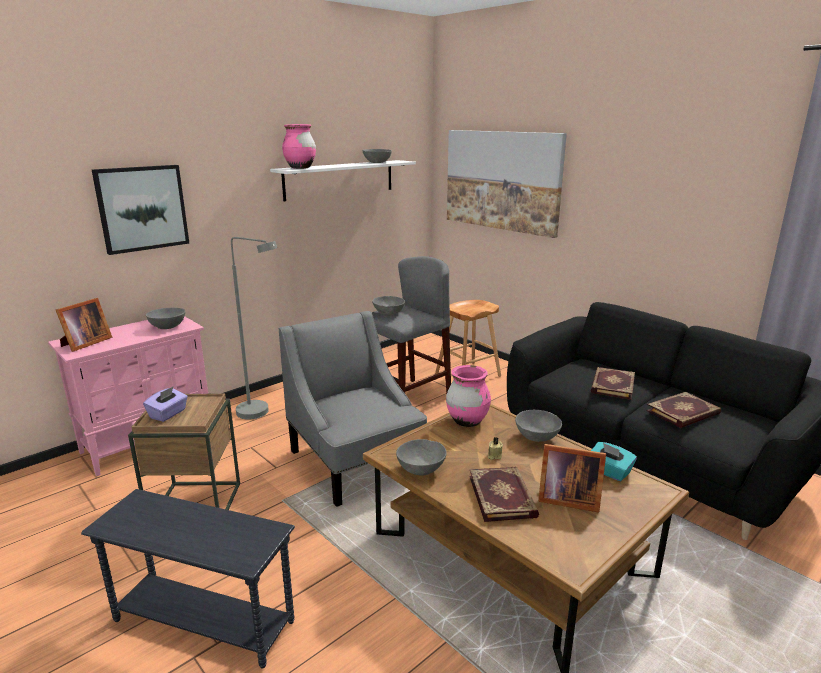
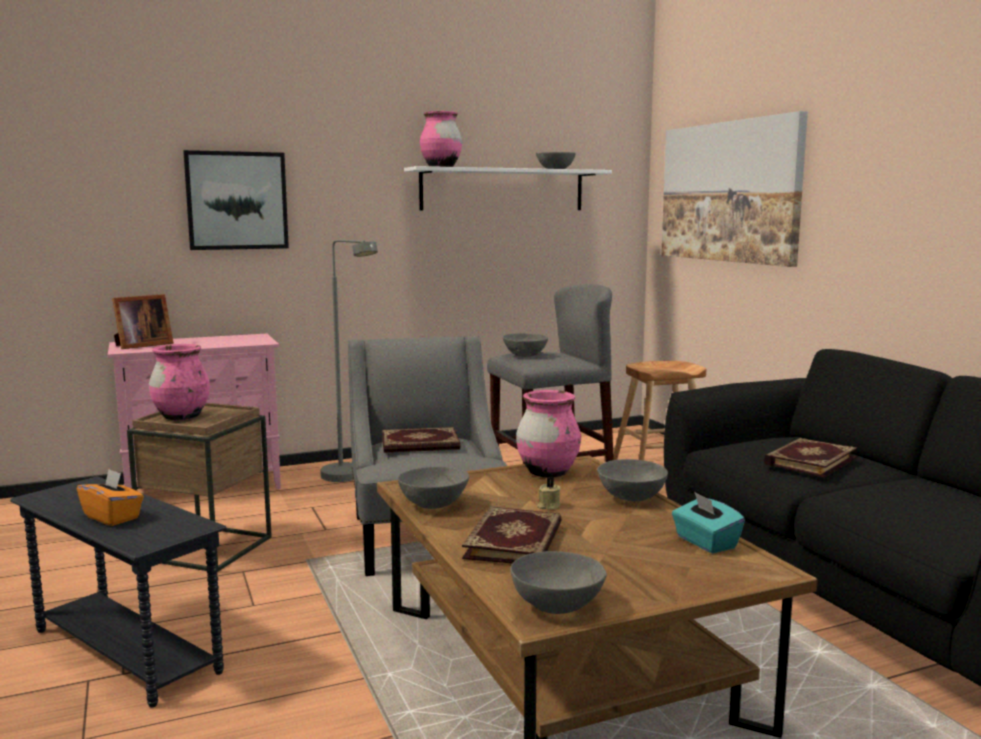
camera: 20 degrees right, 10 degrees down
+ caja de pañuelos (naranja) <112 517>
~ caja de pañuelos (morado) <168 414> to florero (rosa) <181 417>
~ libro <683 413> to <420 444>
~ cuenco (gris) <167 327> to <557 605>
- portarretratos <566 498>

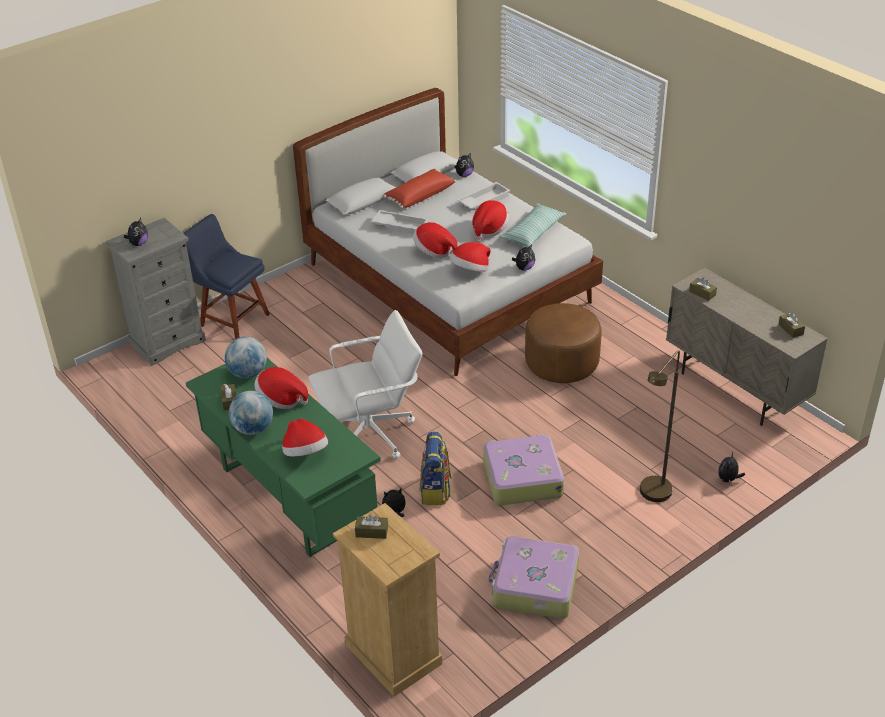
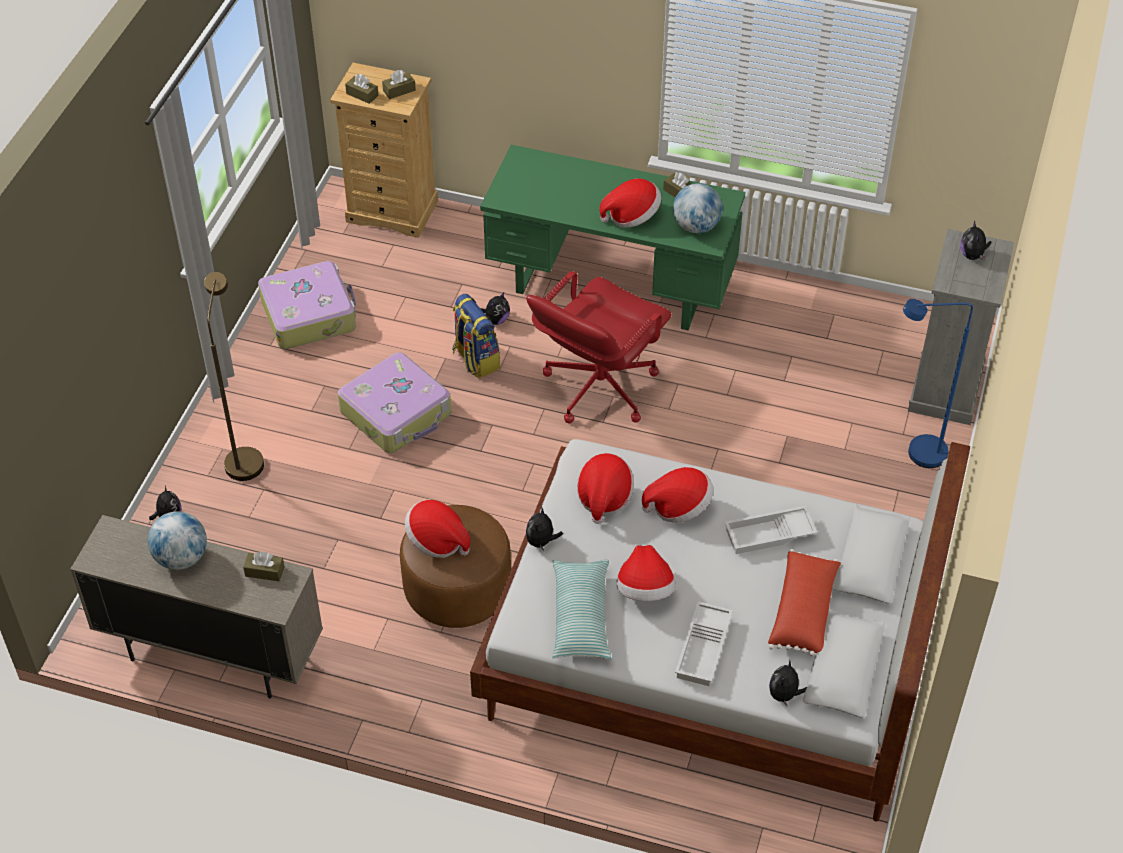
camera: 145 degrees right, 10 degrees up
~ globo terráqueo <253 429> to <181 558>
~ caja de pañuelos (marrón) <790 329> to <362 94>
~ sombrero <305 453> to <437 540>
~ silla de oficina (blanco) <371 434> to silla de oficina (rojo) <598 387>
~ silla (azul) <232 319> to lámpara de pie (azul) <916 455>

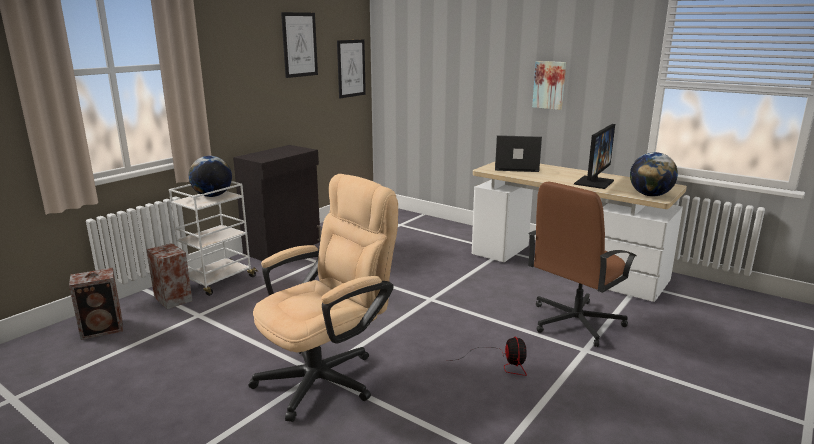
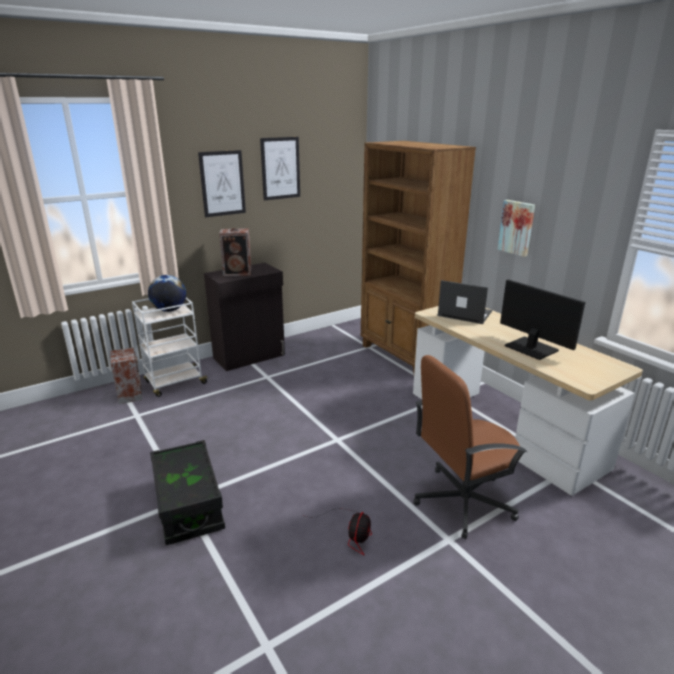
camera: 20 degrees right, 5 degrees up
~ silla de oficina (beis) <327 376> to caja de almacenaje (negro) <189 506>
~ cuadro <351 68> to <222 183>
~ altavoz <103 329> to <238 272>
+ estantería (marrón) <404 356>
~ monitor <594 182> = <531 348> 90 degrees counterclockwise
- globo terráqueo <650 195>

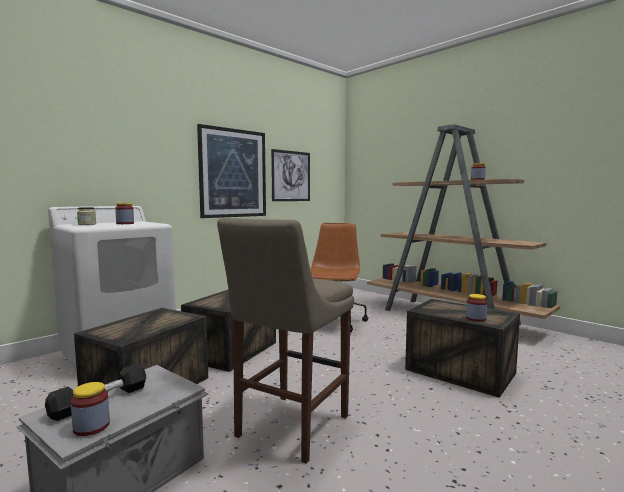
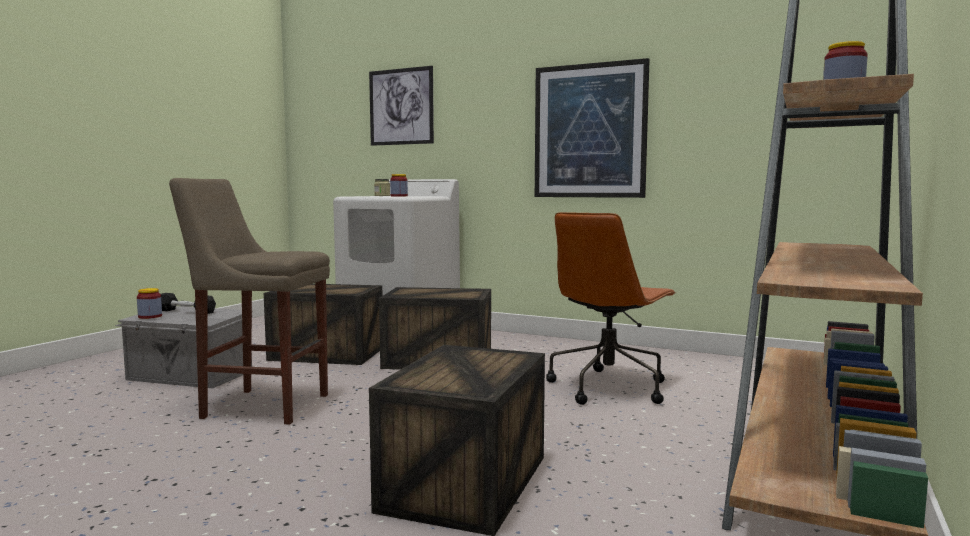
camera: 70 degrees right, 0 degrees up
~ cuadro <291 176> to <401 107>
~ silla de oficina (marrón) <333 322> = <608 387> 135 degrees clockwise
- tarro <476 319>

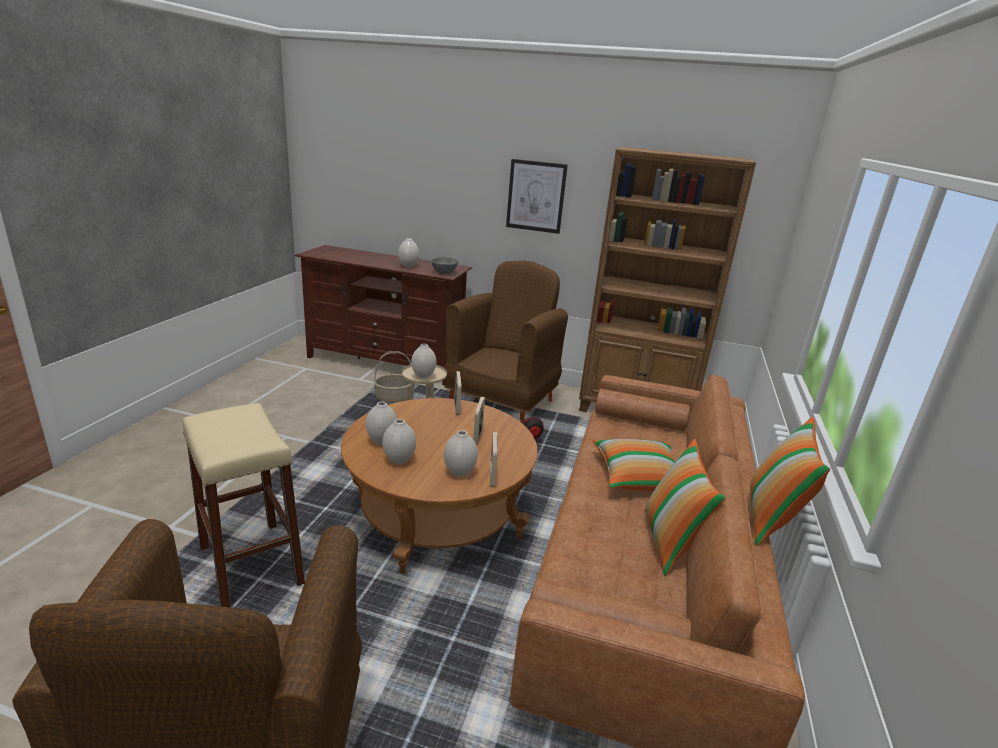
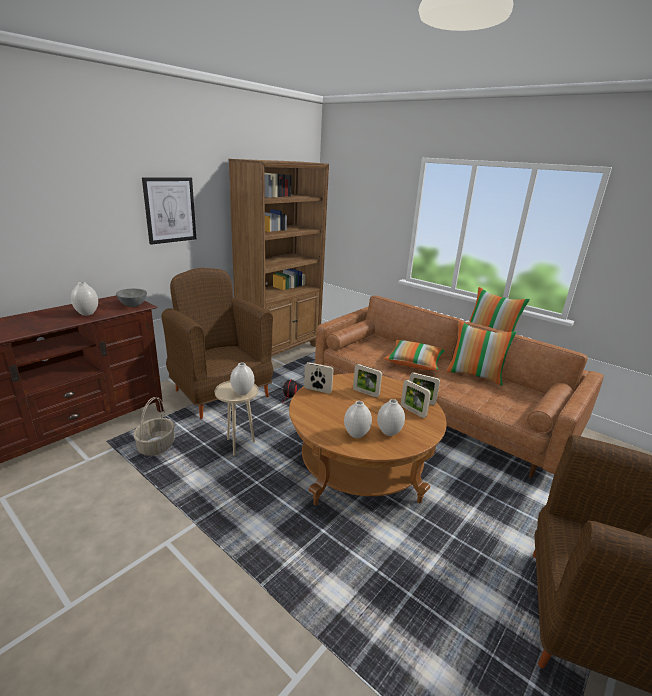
camera: 65 degrees left, 0 degrees up
~ florero (blanco) <460 472> to portarretratos <413 411>
- taburete (beis) <251 565>

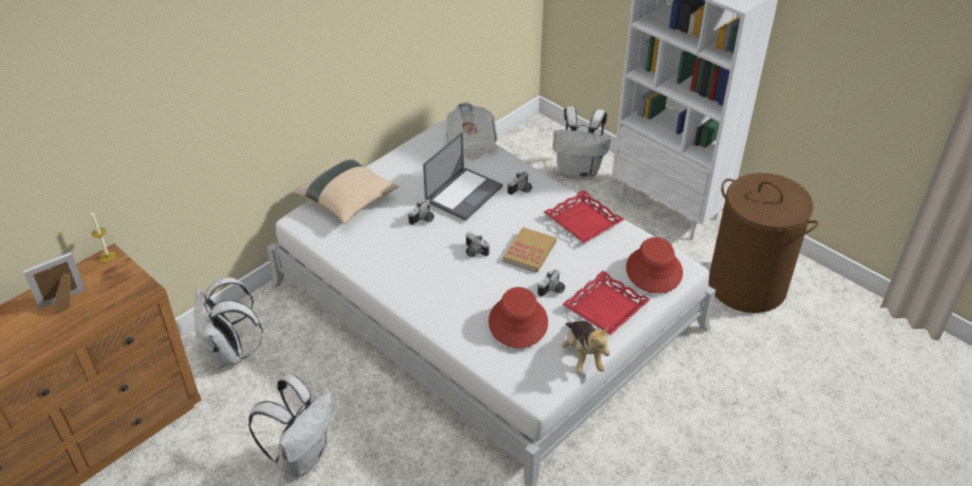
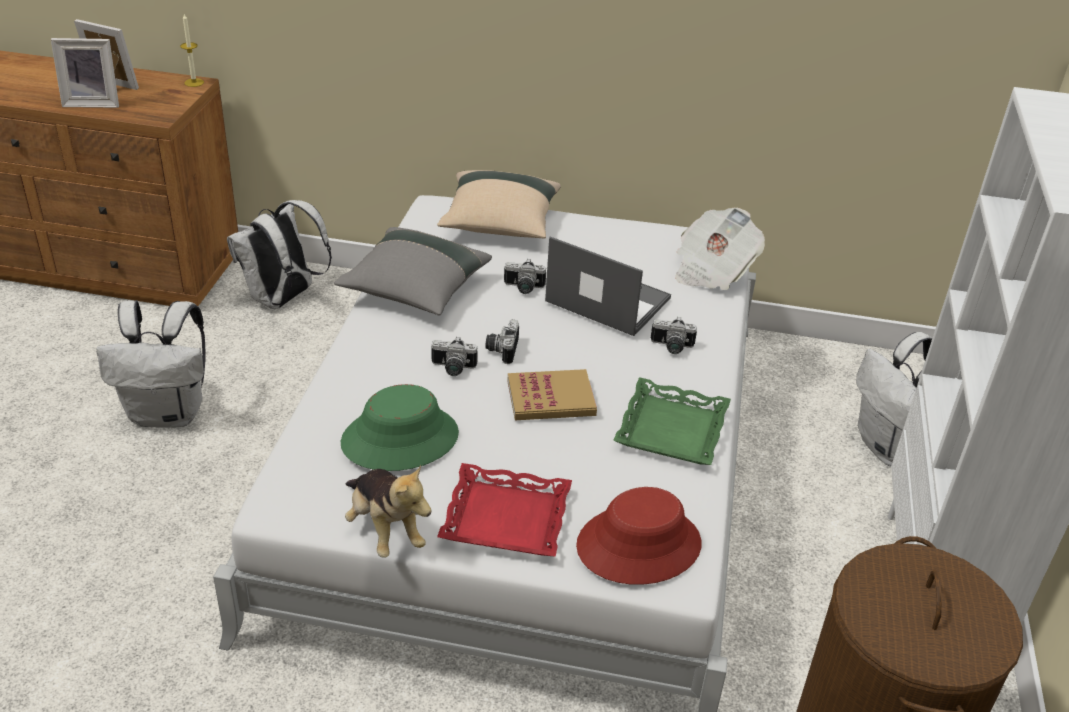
camera: 55 degrees right, 5 degrees down
+ portarretratos <93 102>
+ cojín (gris) <414 290>
~ sombrero (rojo) <517 322> to sombrero (verde) <400 438>
~ peluche <583 356> = <384 529> 75 degrees counterclockwise
~ cámara <553 290> to <452 369>
~ portátil <464 193> = <606 299> 150 degrees counterclockwise
~ bandeja (rojo) <583 221> to bandeja (verde) <672 430>

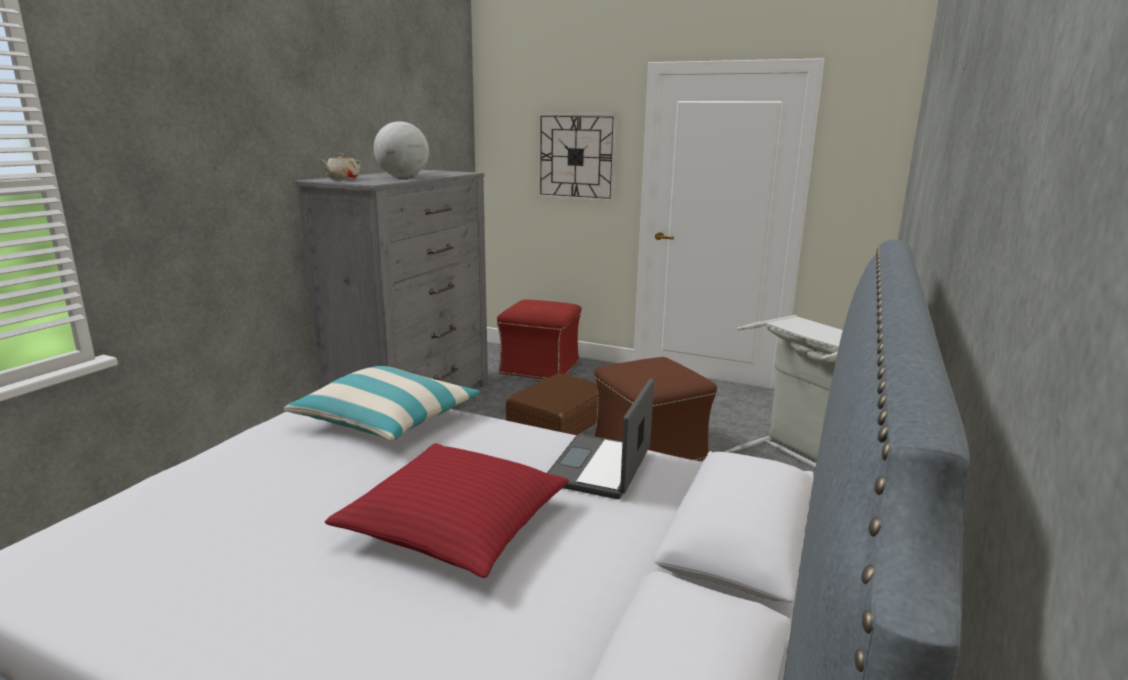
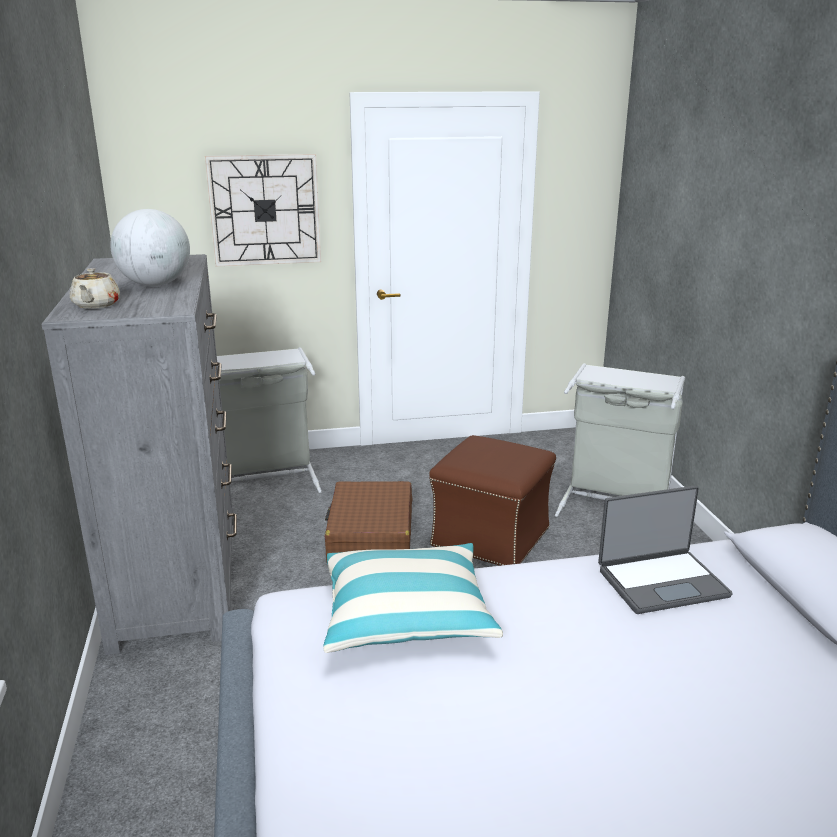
camera: 35 degrees left, 5 degrees up
~ puf (rojo) <540 367> to cesto de la ropa (gris) <267 478>
~ portátil <601 468> = <661 582> 90 degrees counterclockwise
- cojín (rojo) <456 524>

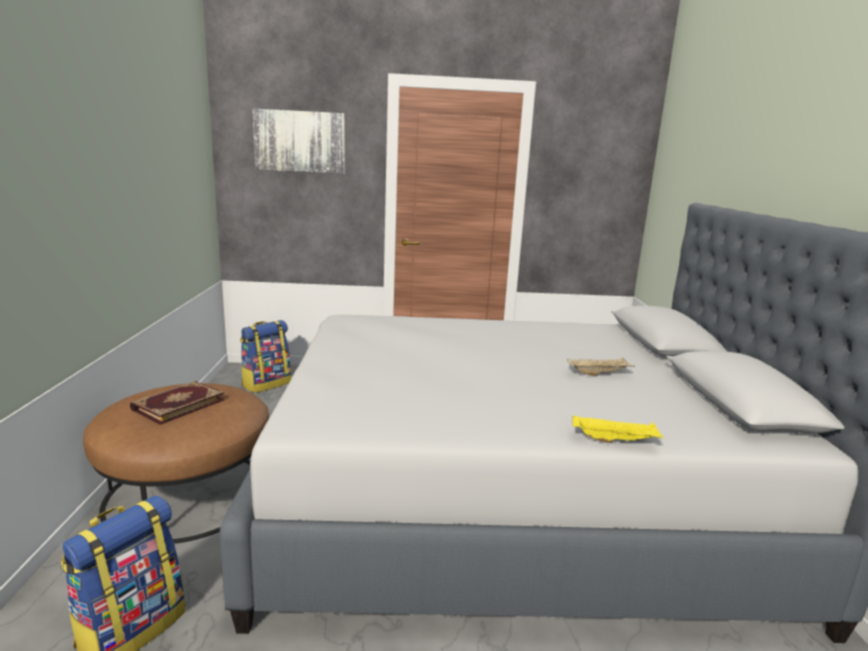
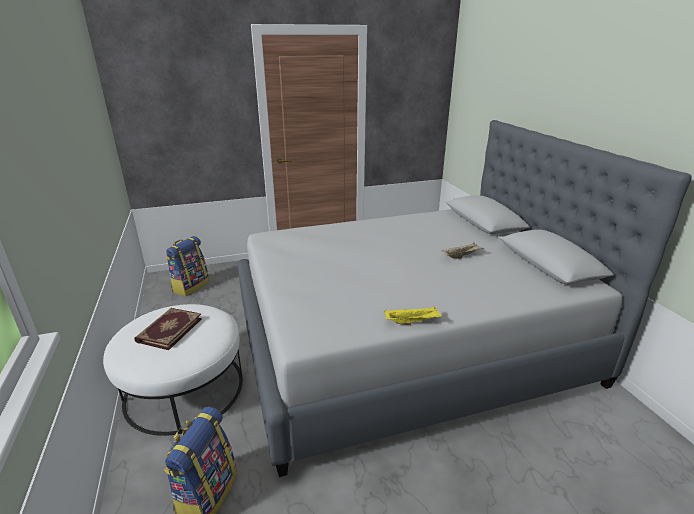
camera: 15 degrees left, 10 degrees up
~ puf (marrón) <188 493> to puf (blanco) <184 389>
~ bandeja (amarillo) <615 440> to <412 322>
- cuadro <300 141>

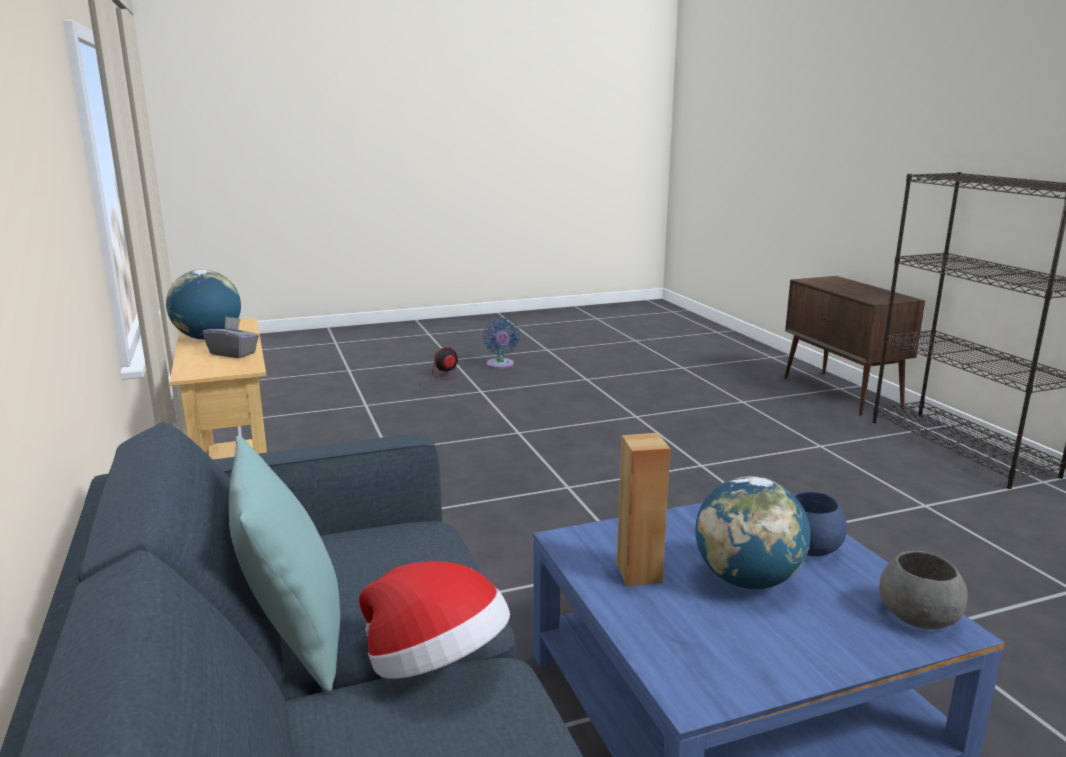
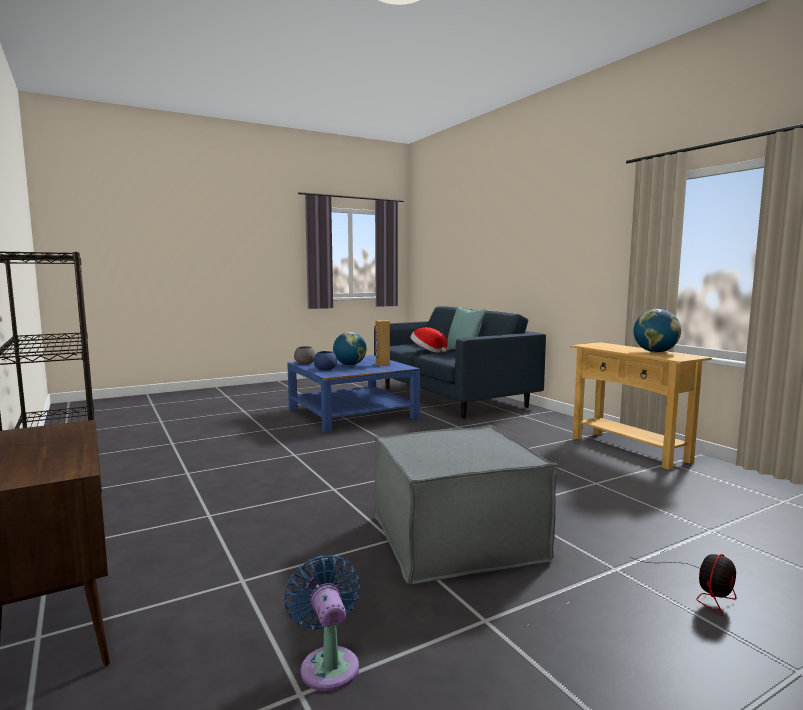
camera: 170 degrees right, 10 degrees down
~ ventilador (azul) <500 365> to <328 664>
+ puf (gris) <455 538>
- caja de pañuelos (gris) <233 353>

